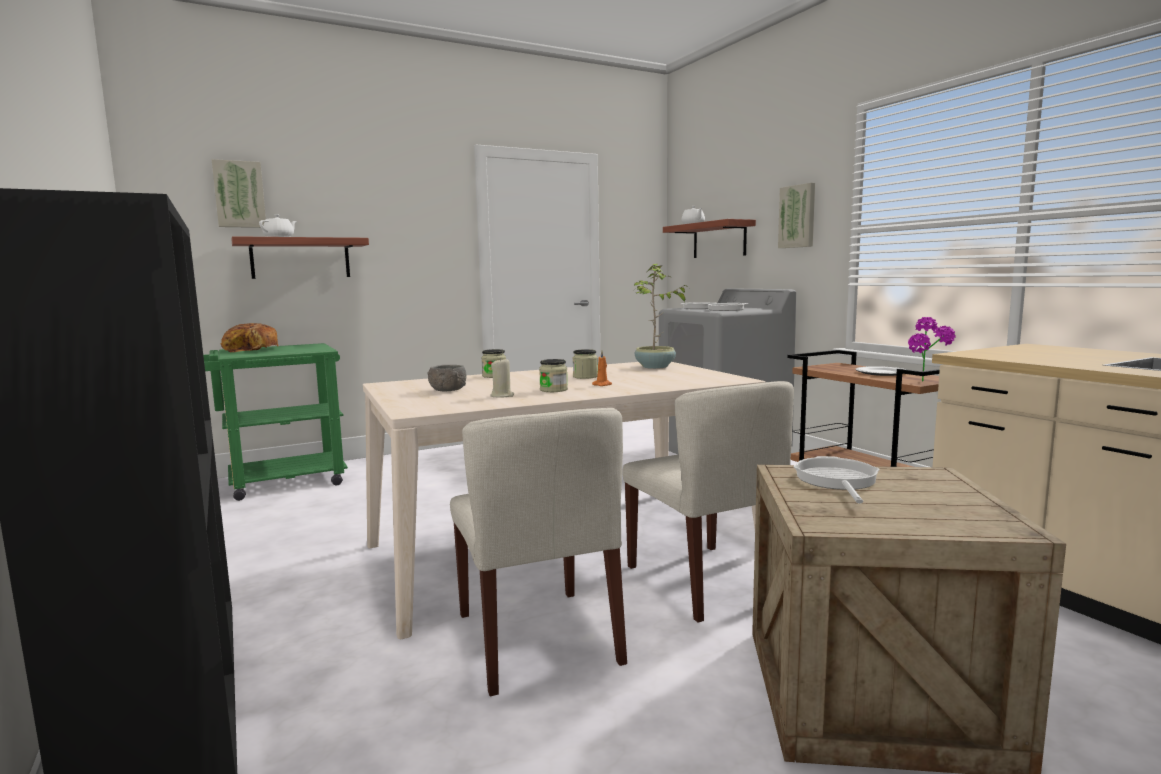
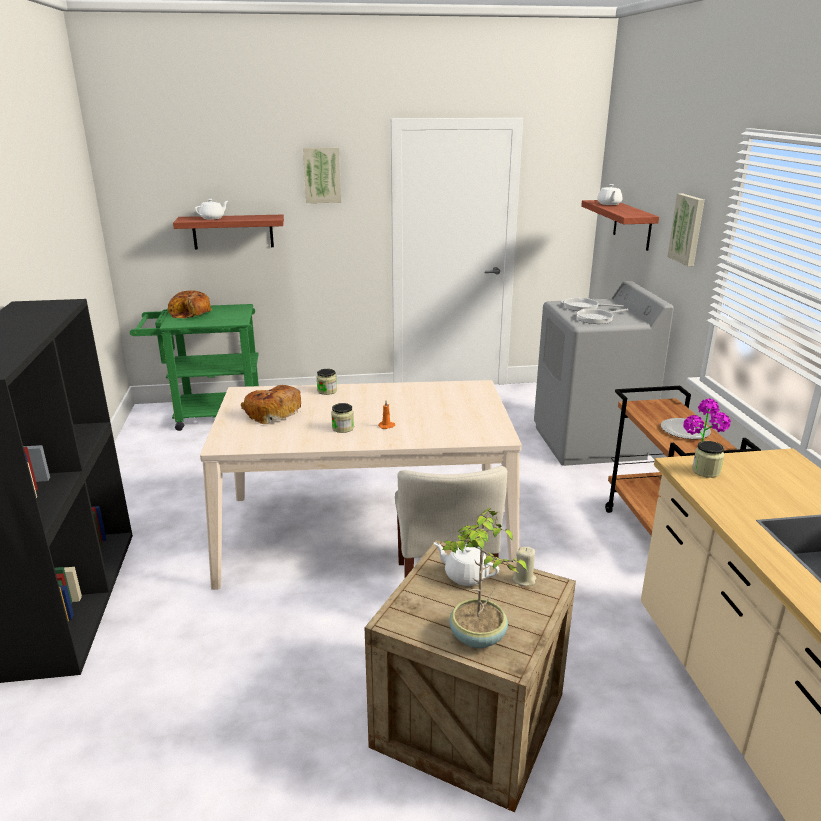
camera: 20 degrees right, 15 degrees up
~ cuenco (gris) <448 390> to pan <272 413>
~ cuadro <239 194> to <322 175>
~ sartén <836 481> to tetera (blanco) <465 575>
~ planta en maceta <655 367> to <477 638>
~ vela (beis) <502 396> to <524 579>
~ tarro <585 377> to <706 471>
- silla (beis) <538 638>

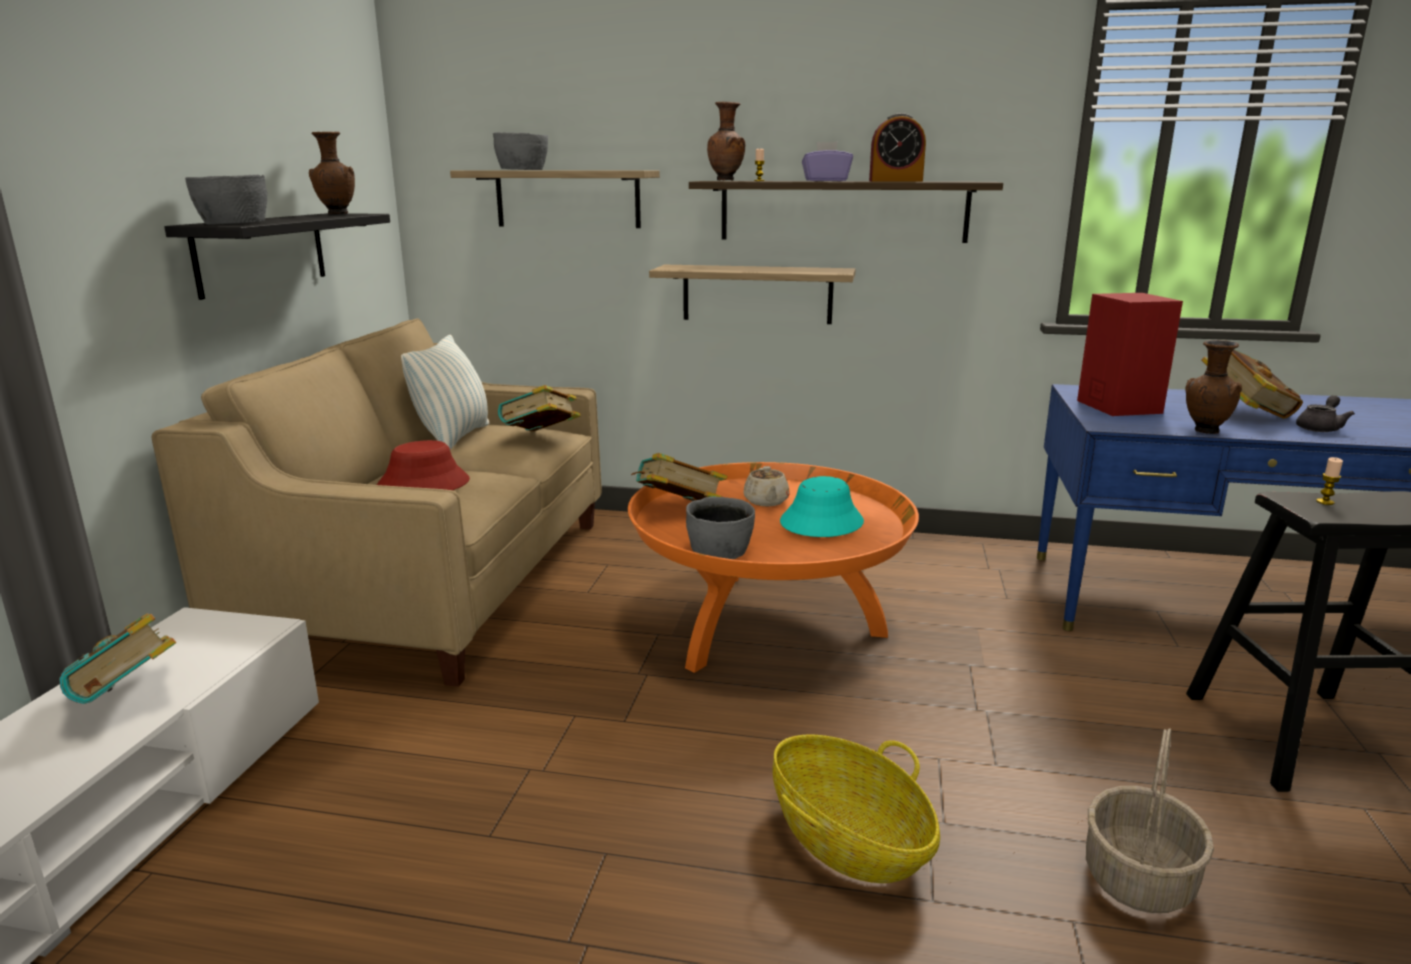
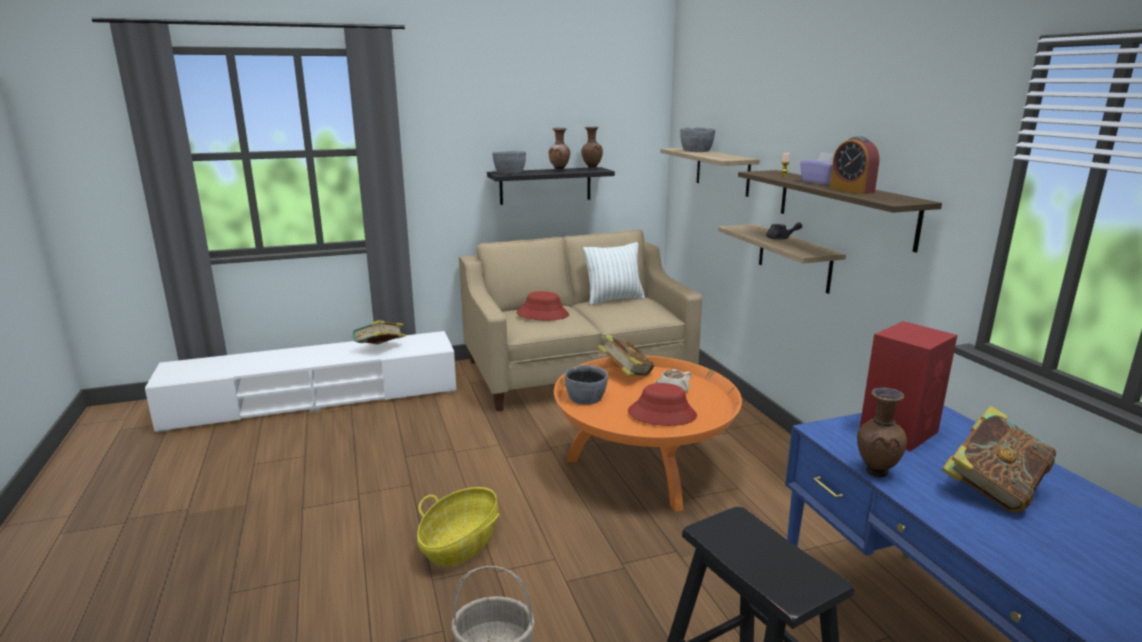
camera: 60 degrees right, 0 degrees up
~ florero (marrón) <726 180> to <559 171>
~ sombrero (turquesa) <821 522> to sombrero (rojo) <662 414>
~ tetera (gris) <1320 428> to <781 239>
- libro <541 438>
- vela <1325 502>

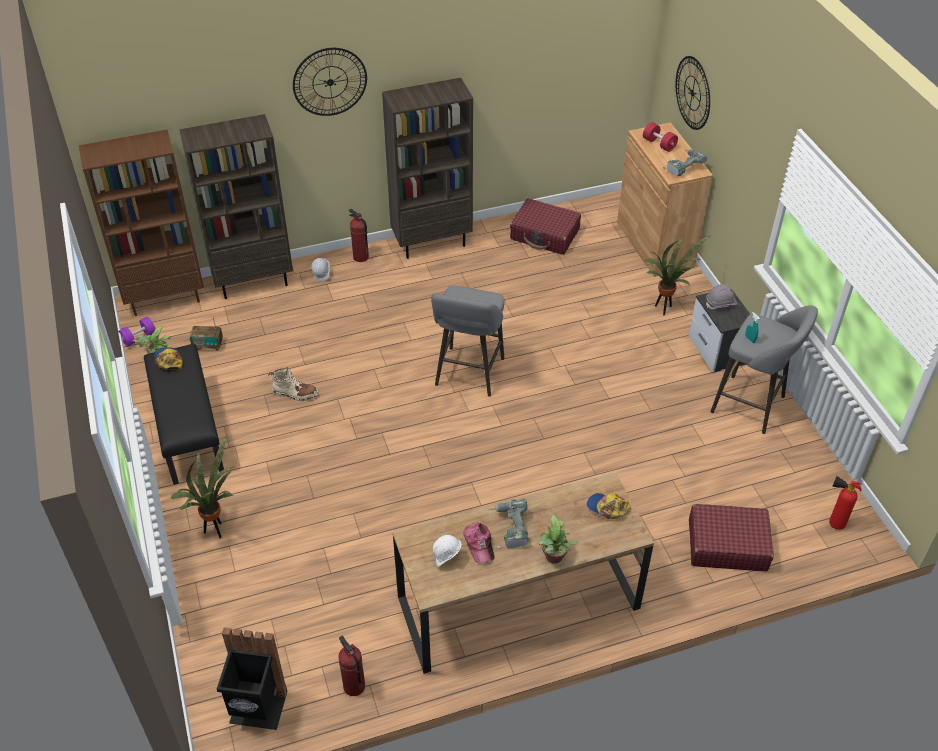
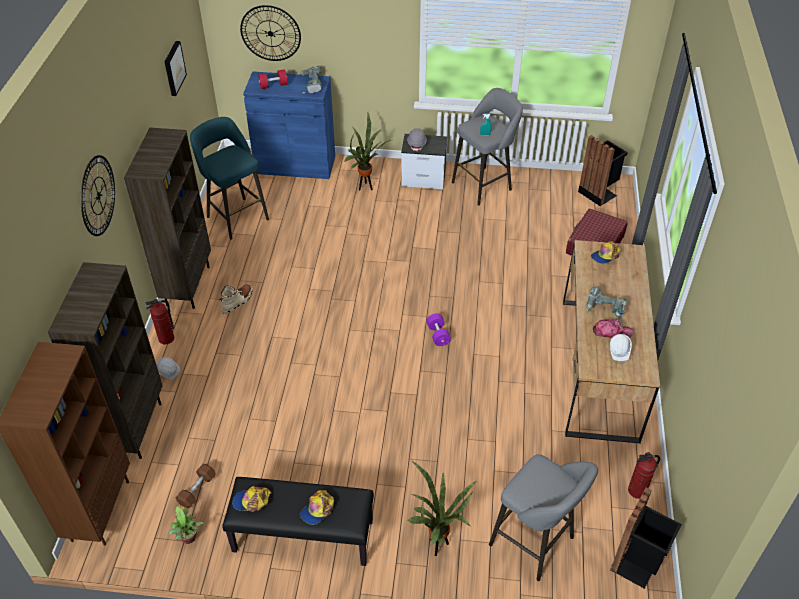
camera: 65 degrees left, 0 degrees up
+ cuadro <173 68>
~ radio <208 345> to mancuerna (marrón) <197 490>
~ maleta (rojo) <545 234> to taburete (turquesa) <235 216>
~ bota (beis) <295 393> to <237 302>
~ armario (marrón) <655 244> to armario (azul) <295 164>
+ gorra <317 509>
~ mancuerna (morado) <139 338> to <438 335>
~ taburete (gris) <468 375> to <535 544>
~ extintor <832 523> to papelera (negro) <598 192>
- planta en maceta <554 558>

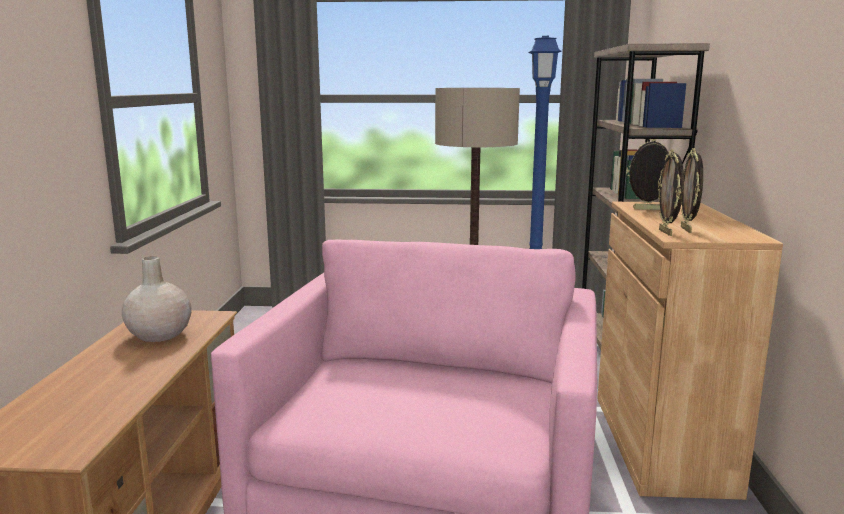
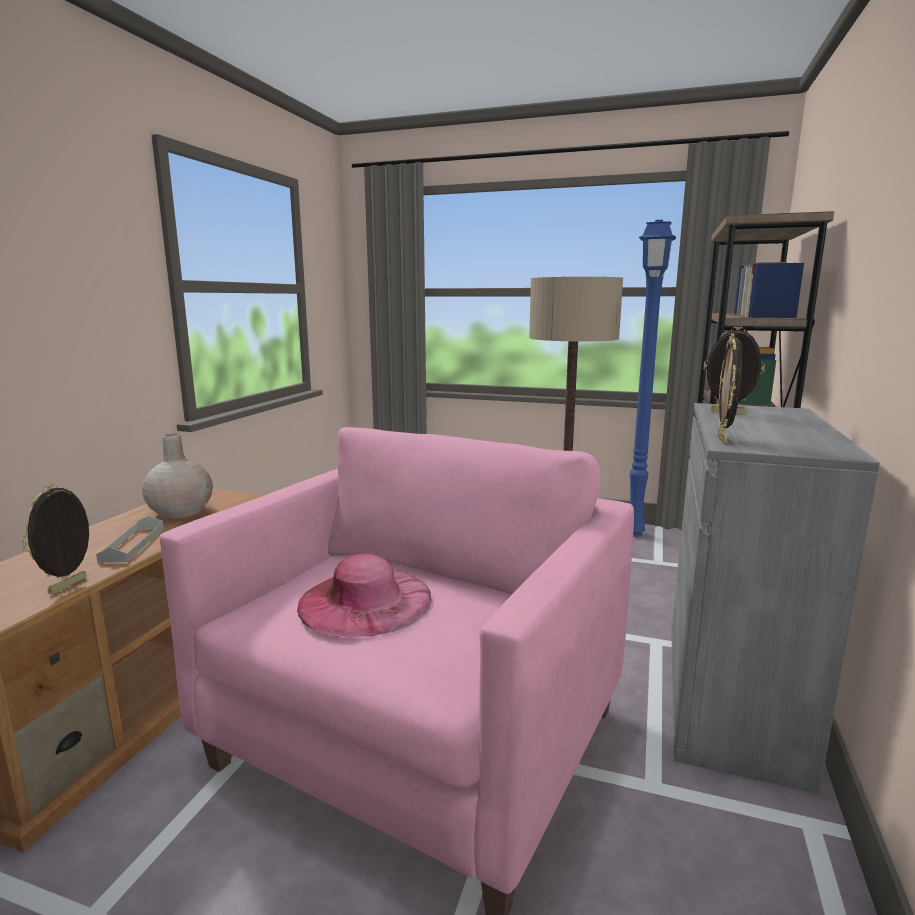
camera: 15 degrees right, 0 degrees up
~ portarretratos <687 230> to <69 586>
+ bandeja (gris) <133 544>
+ sombrero (rosa) <365 601>
~ armario (marrón) <661 442> to armario (gris) <730 696>

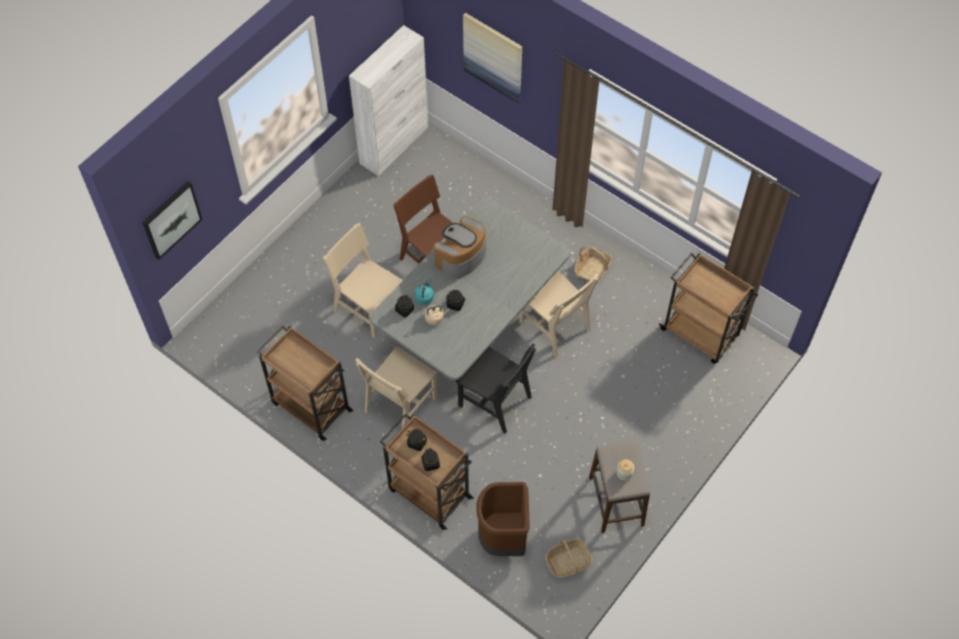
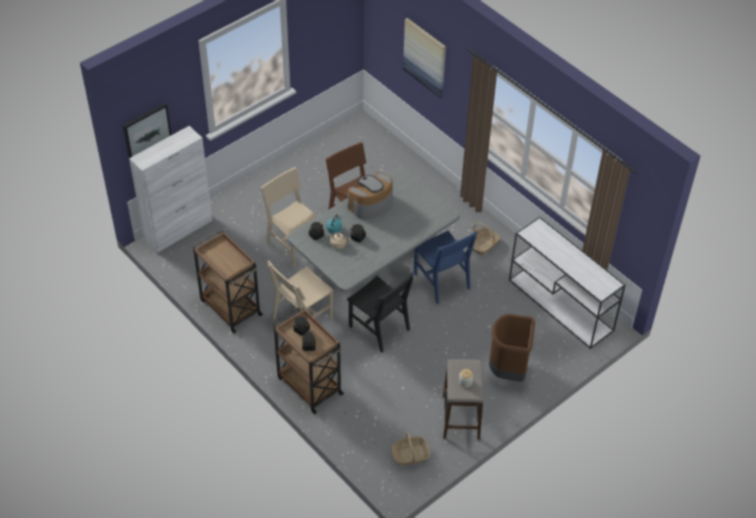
camera: 10 degrees right, 10 degrees down
~ armario (blanco) <394 145> to <179 230>
~ silla (beis) <554 326> to silla (azul) <441 281>
~ papelera (marrón) <503 538> to <508 371>
~ carrito (marrón) <701 334> to mesa consola (blanco) <561 306>

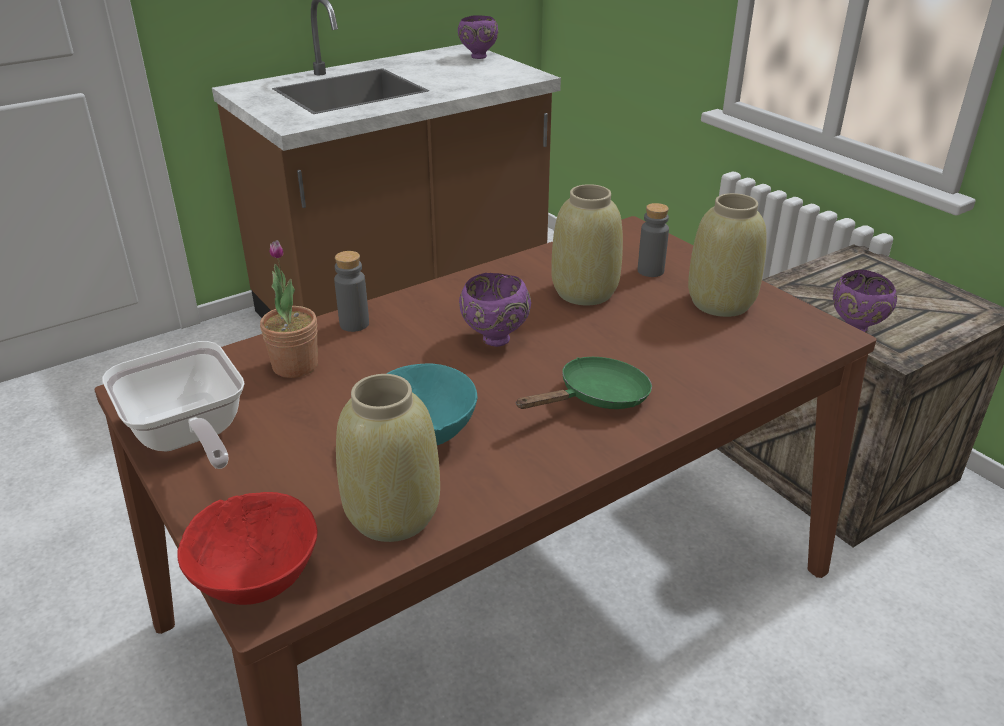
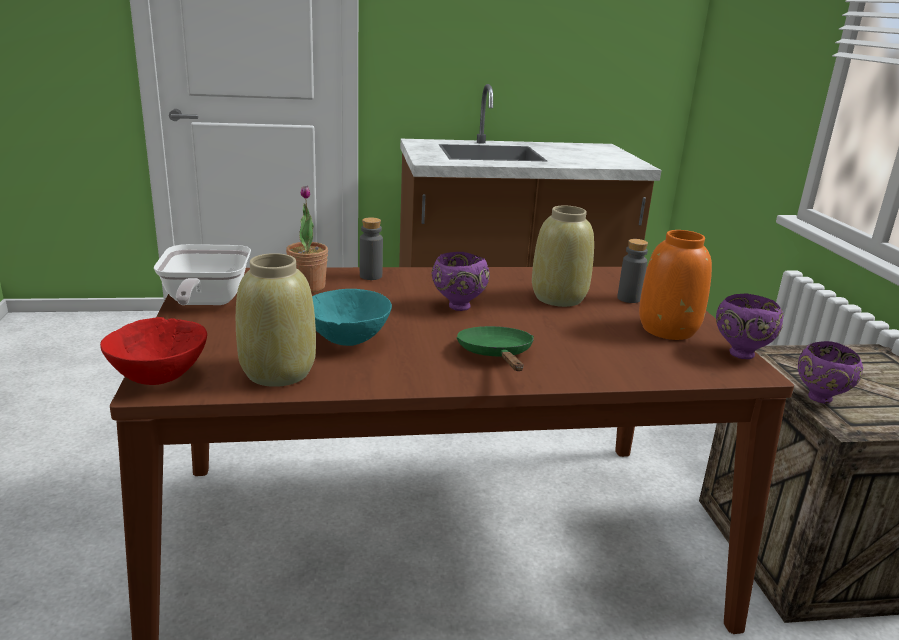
camera: 25 degrees right, 10 degrees down
~ sartén (verde) <596 398> = <496 355> 90 degrees counterclockwise
~ florero (beis) <719 303> to florero (naranja) <667 329>
~ cuenco (morado) <478 56> to <740 353>

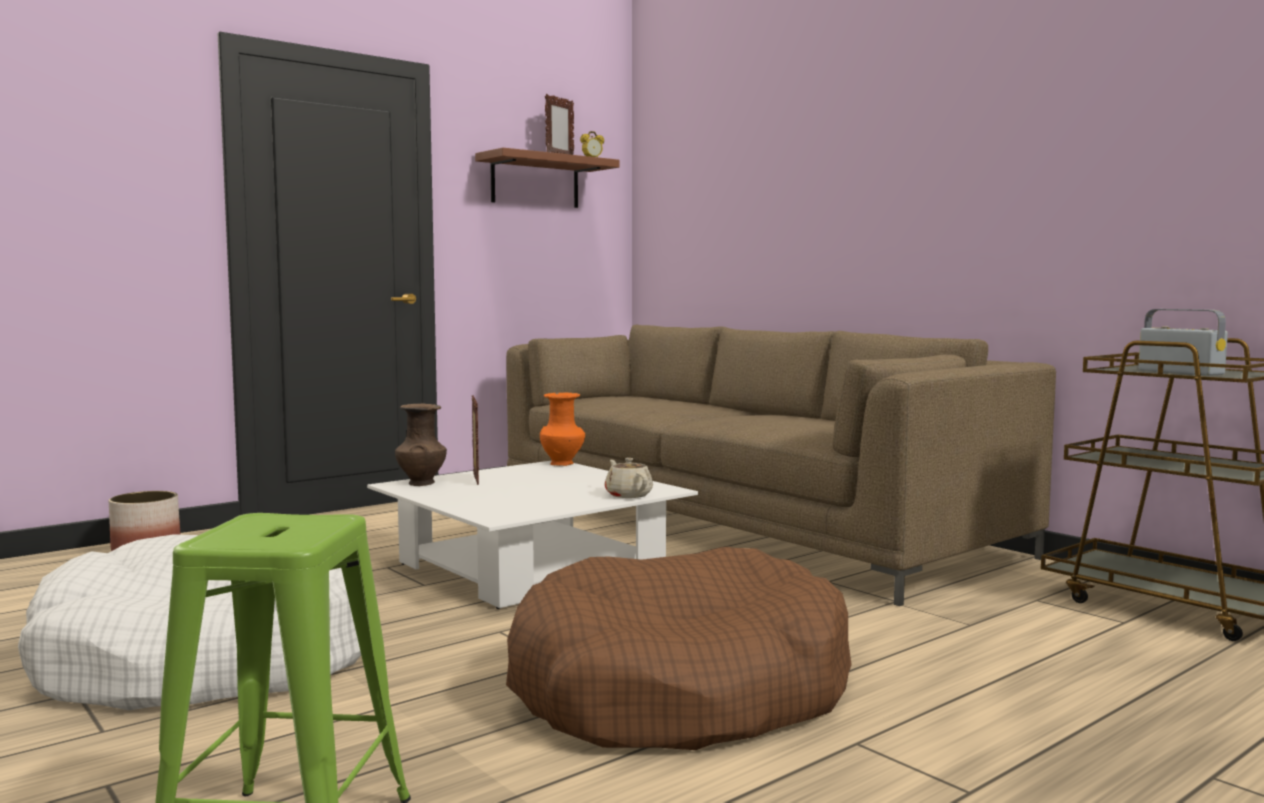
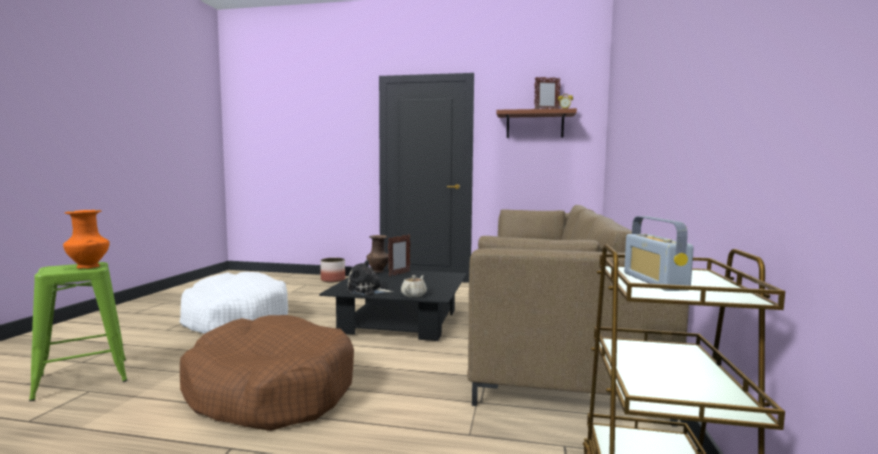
camera: 50 degrees right, 0 degrees up
~ florero (naranja) <563 464> to <89 267>
~ mesa de centro (blanco) <532 567> to mesa de centro (negro) <400 321>
+ peluche <367 290>
~ radio <1180 372> = <654 281> 150 degrees clockwise

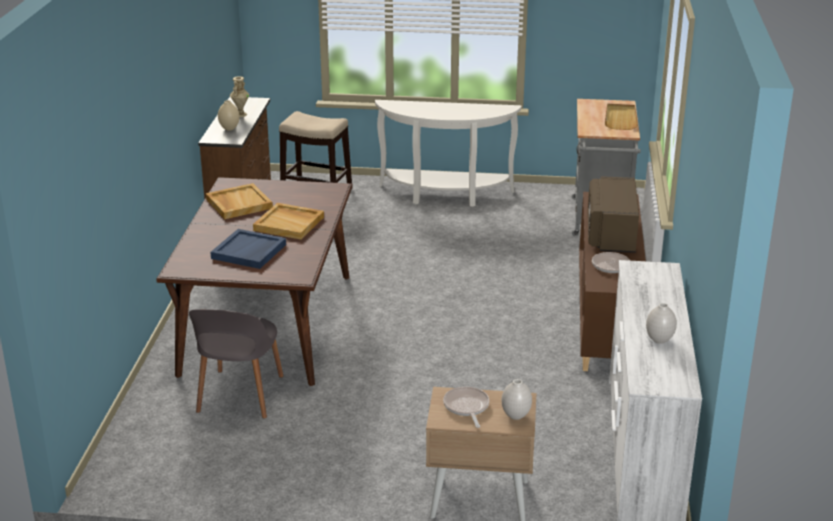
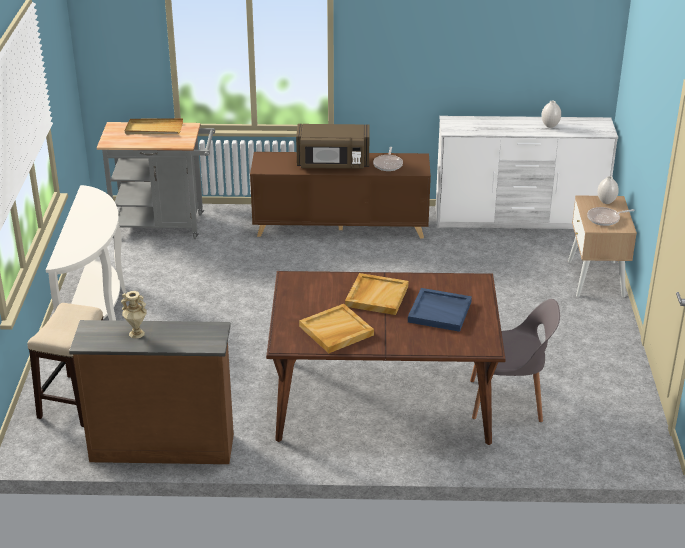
camera: 95 degrees left, 5 degrees up
- florero (beis) <229 128>

